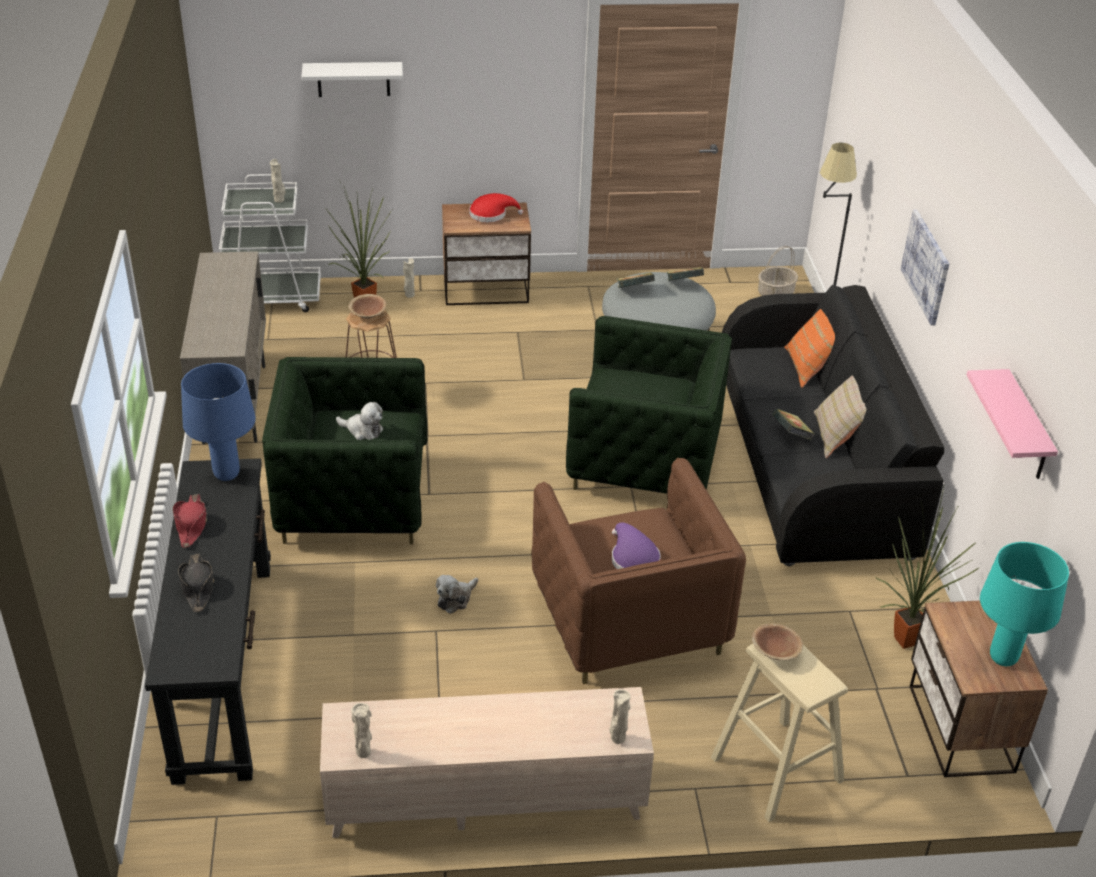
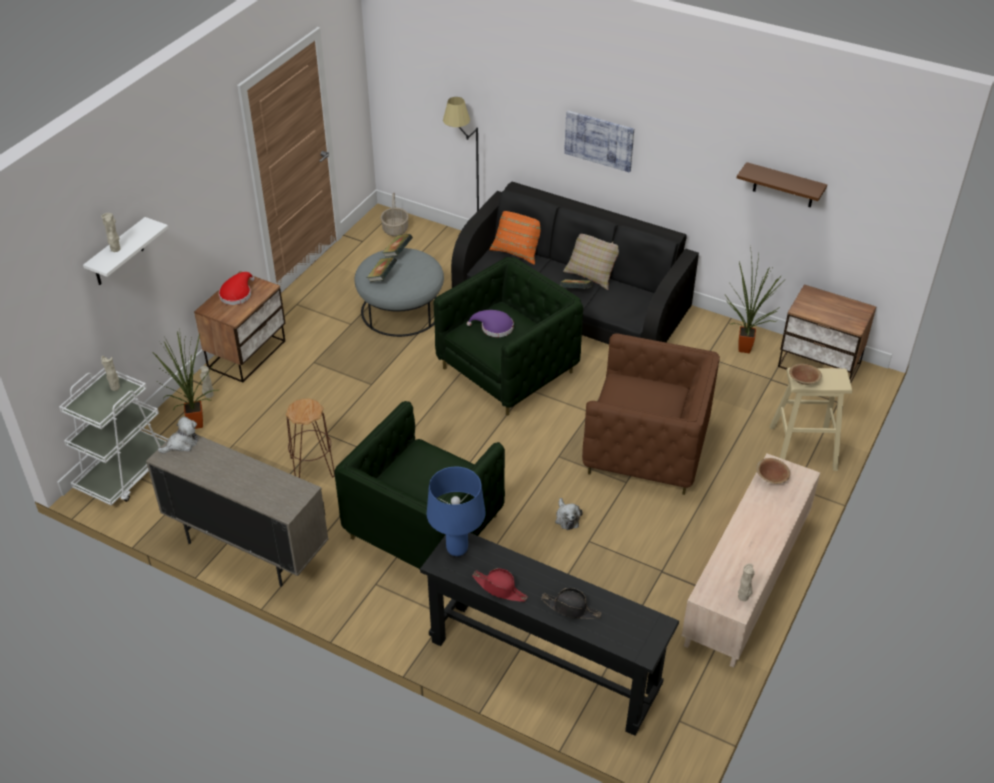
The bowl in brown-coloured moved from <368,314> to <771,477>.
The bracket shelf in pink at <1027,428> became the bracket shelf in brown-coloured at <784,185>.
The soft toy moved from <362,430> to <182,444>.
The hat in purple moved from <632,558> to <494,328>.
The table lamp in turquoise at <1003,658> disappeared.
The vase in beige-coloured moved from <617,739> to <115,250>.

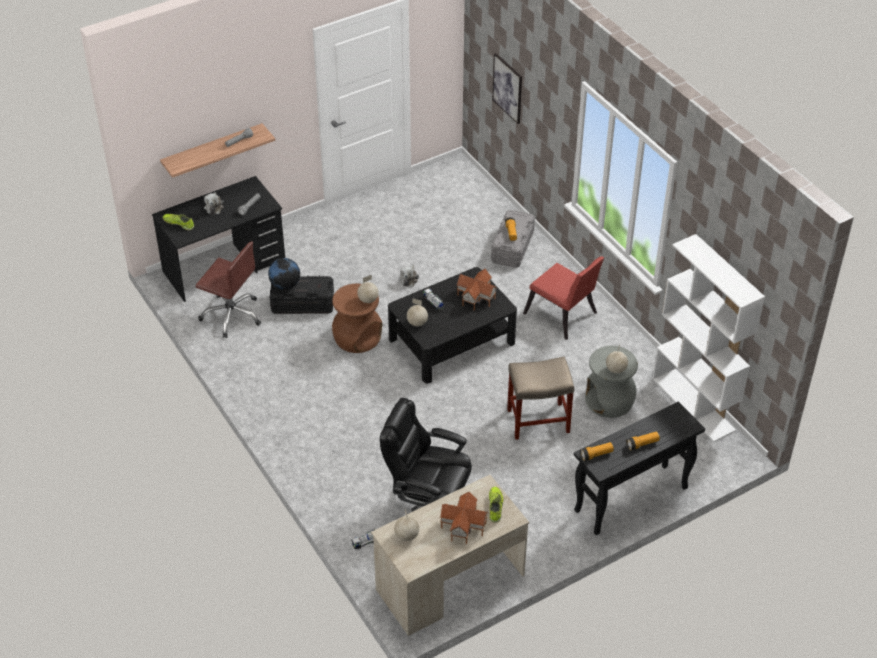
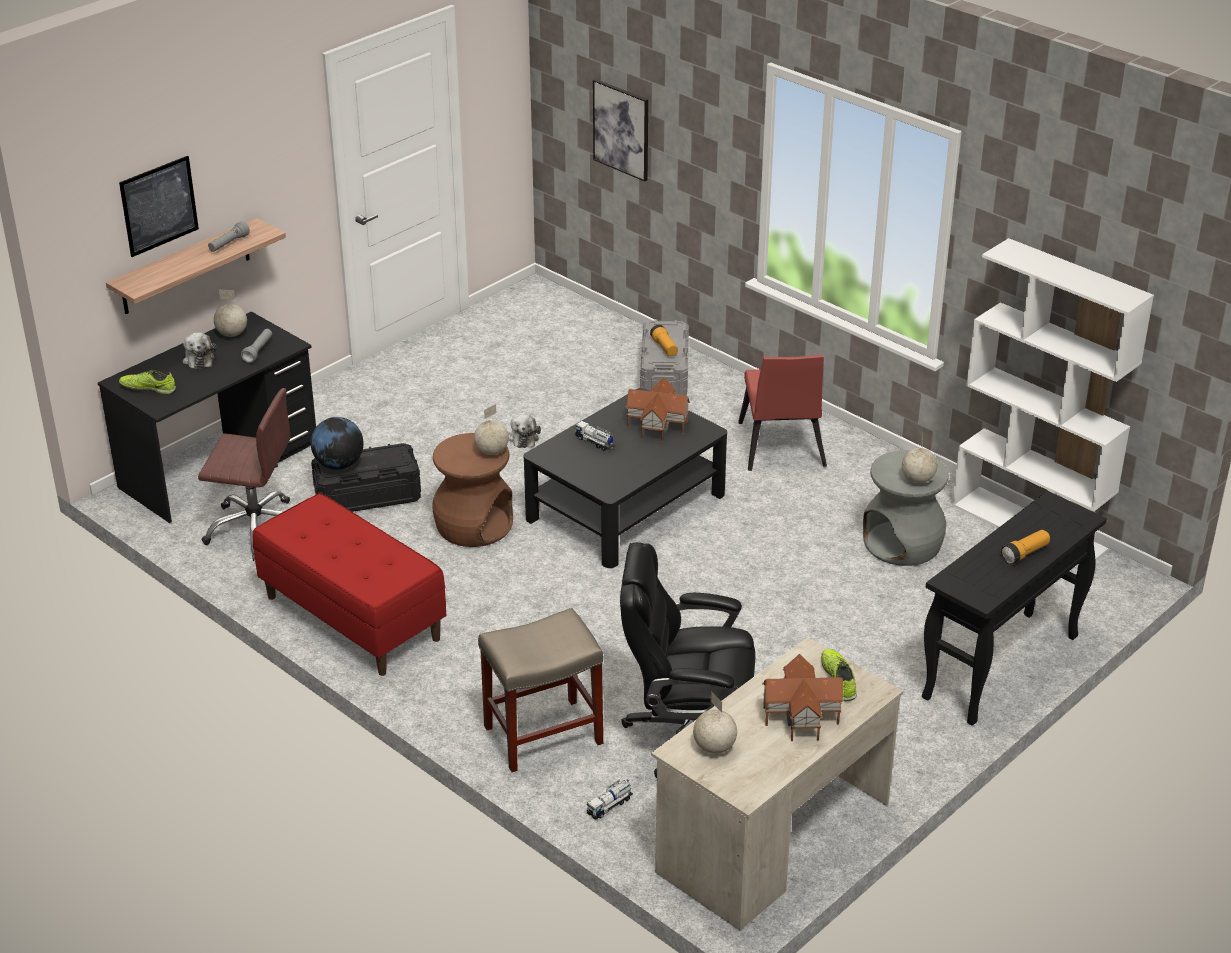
The plain chair in red-coloured at <563,316> turned 60 degrees clockwise.
The world globe moved from <417,323> to <232,334>.
The stool in beige-coloured moved from <537,421> to <541,736>.
The flashlight at <596,455> disappeared.
The picture at <159,206> appeared.
The long seat in red-coloured at <352,618> appeared.

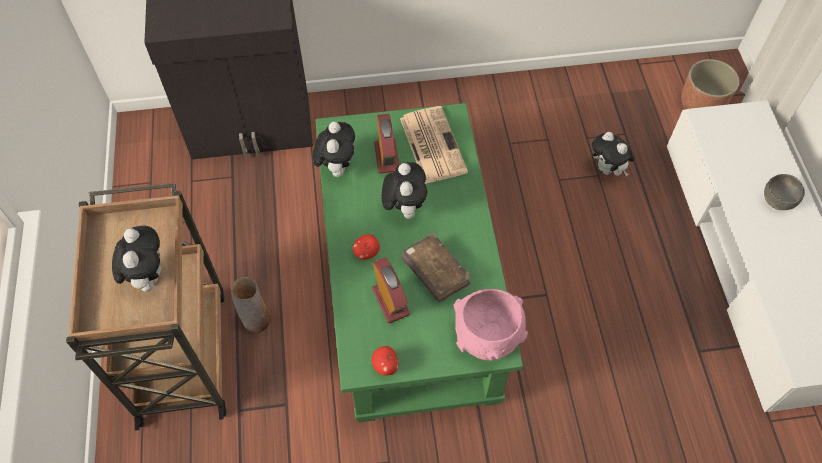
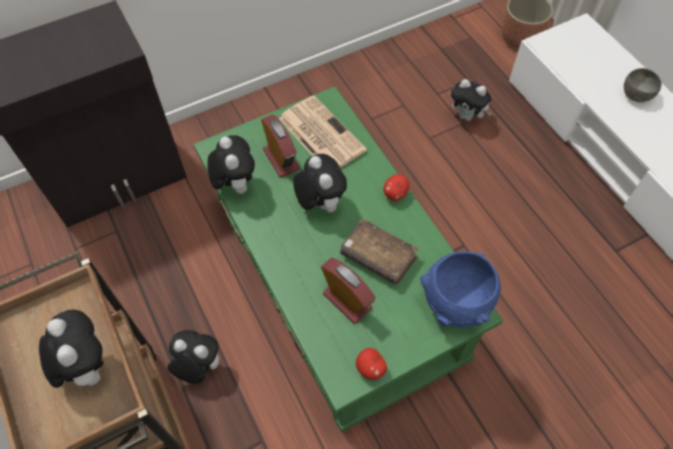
The apple moved from <366,253> to <395,194>.
The vase at <256,321> was replaced by the soft toy at <198,367>.
The bowl in pink at <487,337> became the bowl in blue-coloured at <456,304>.

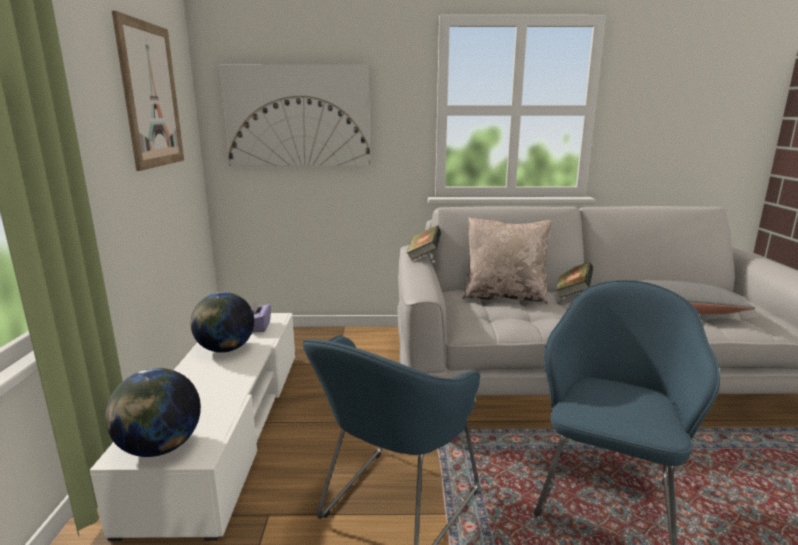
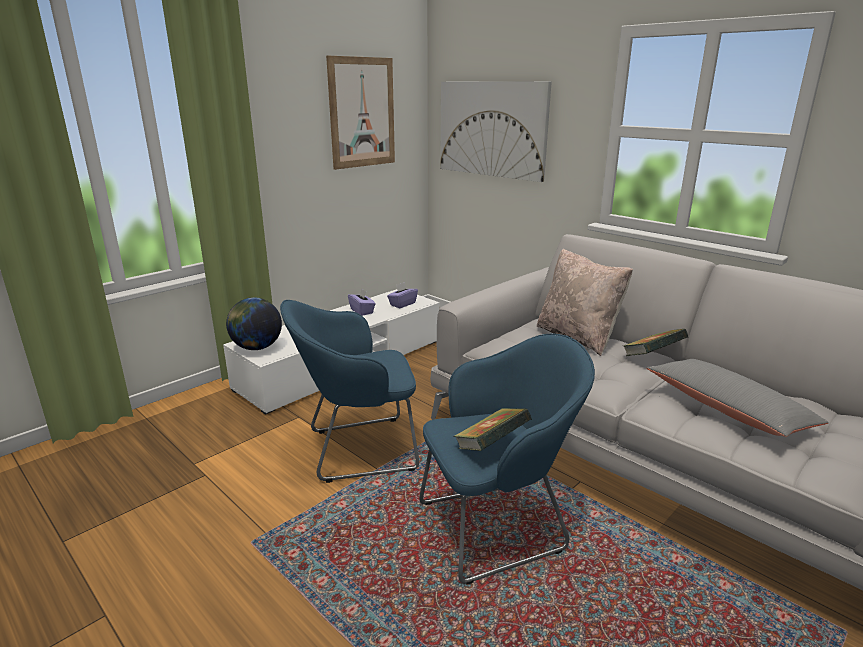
The volume moved from <424,256> to <491,447>.
The world globe at <225,349> was replaced by the tissue box in purple at <362,311>.

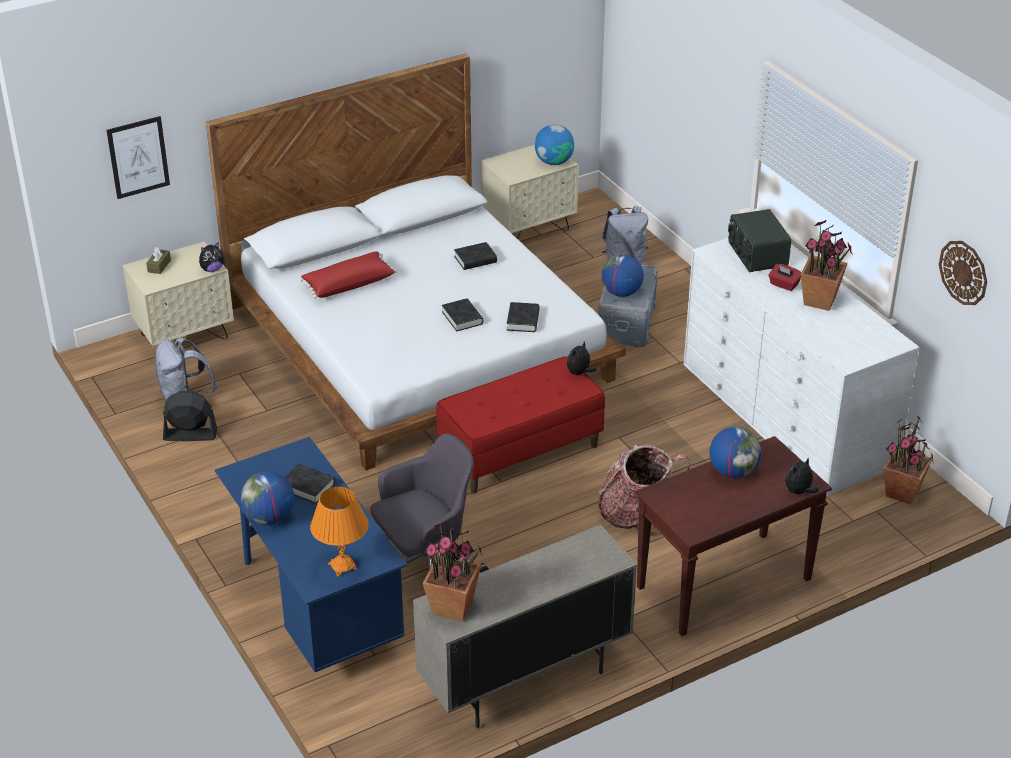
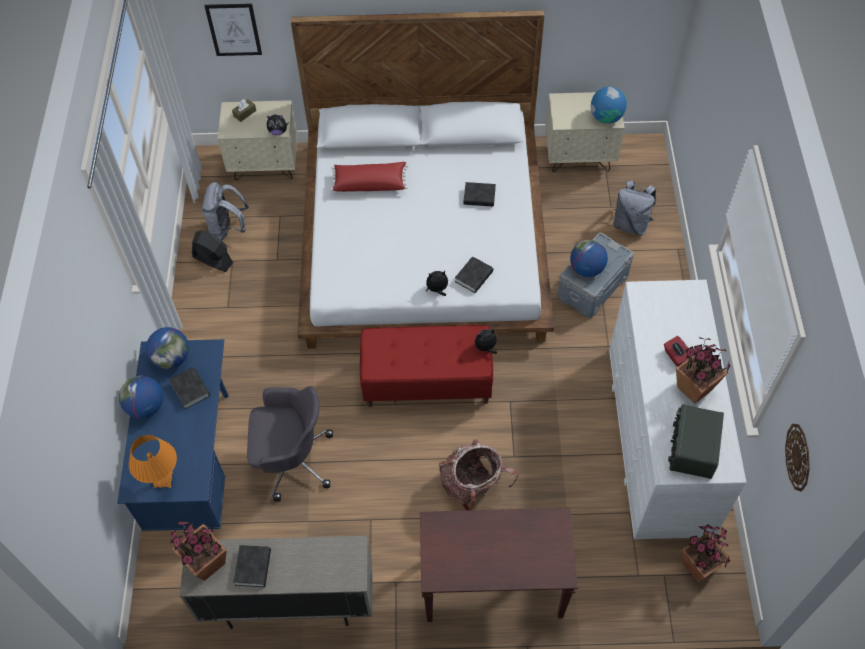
The radio moved from <756,254> to <691,448>.
The volume in black-coloured moved from <462,318> to <253,567>.
The world globe moved from <733,471> to <172,358>.
The soft toy moved from <799,492> to <437,289>.

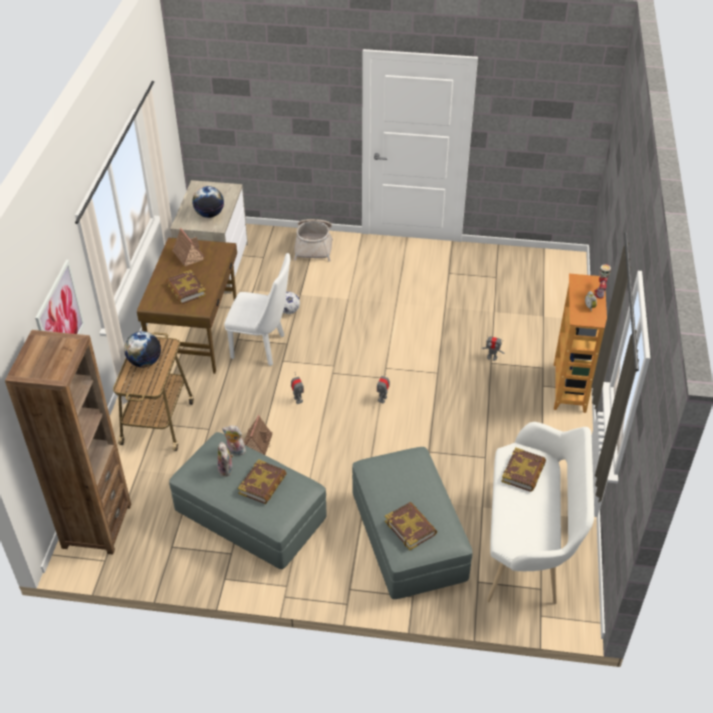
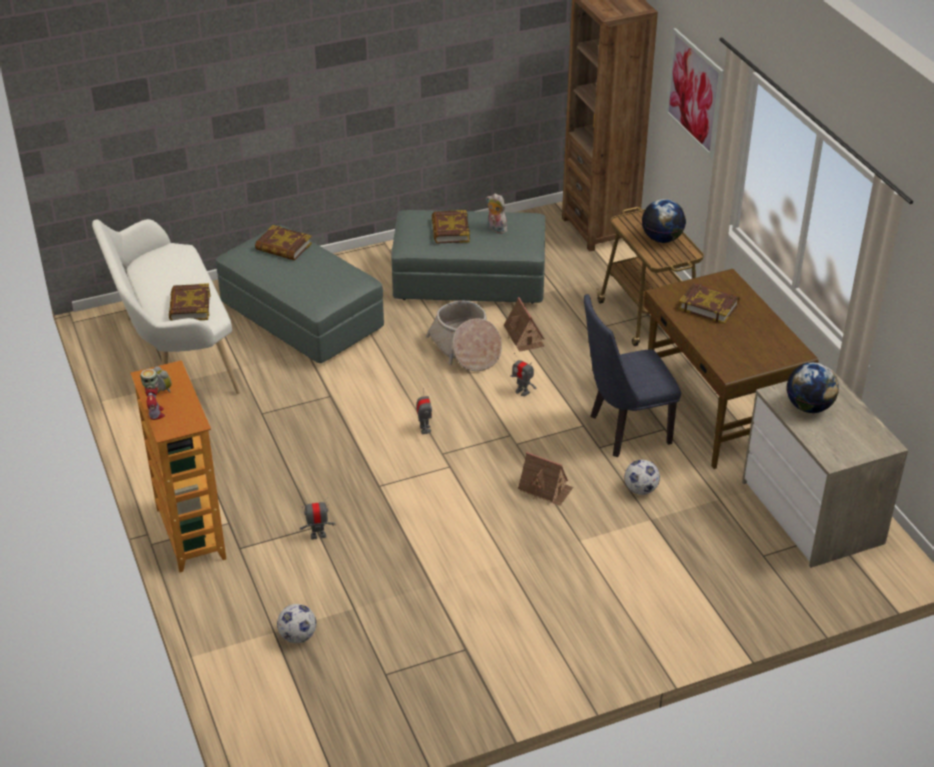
The basket moved from <314,245> to <465,349>.
The model house moved from <188,255> to <545,489>.
The plain chair in whitish at <263,347> became the plain chair in blue-coloured at <623,431>.
The soft toy at <235,451> disappeared.
The football ball at <297,636> appeared.

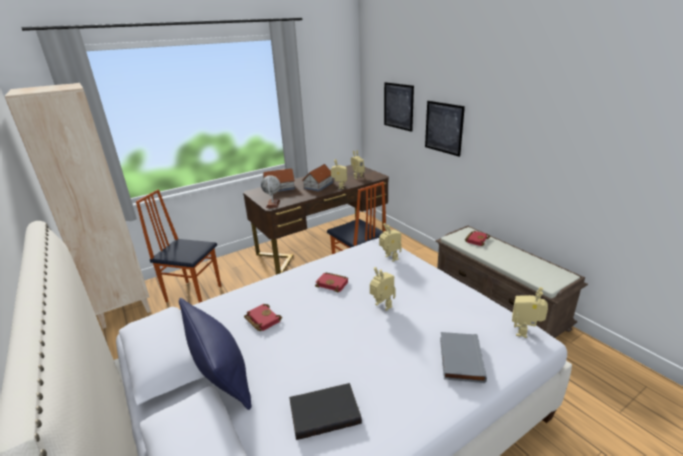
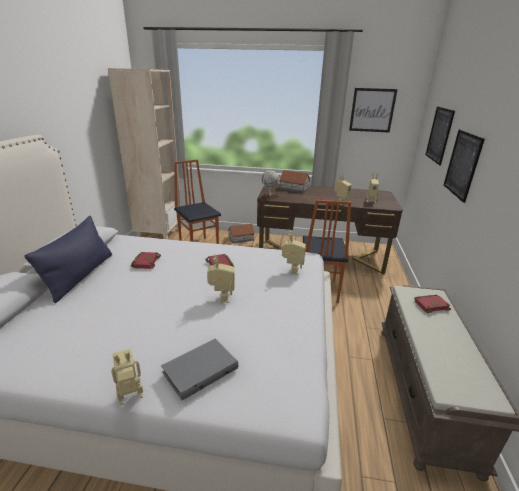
The model house moved from <318,185> to <240,238>.
The model robot moved from <525,332> to <131,399>.
The volume in black-coloured at <325,412> disappeared.
The picture at <372,110> appeared.

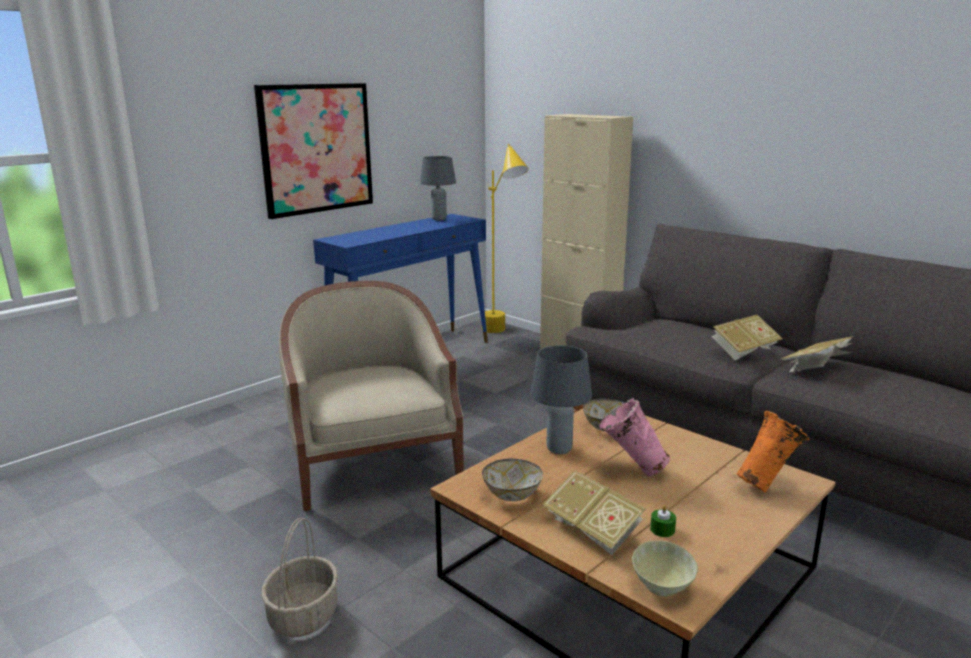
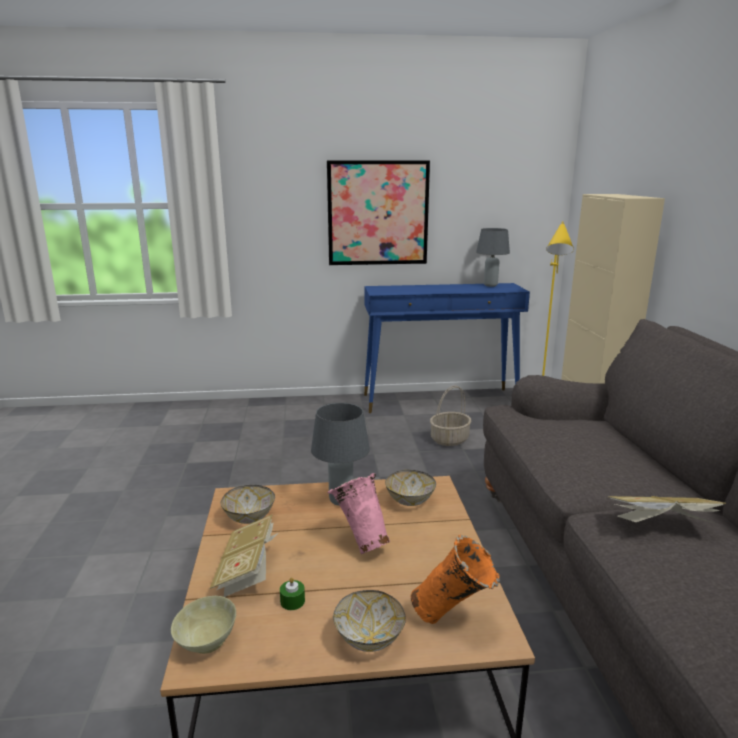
The easy chair in beige-coloured at <373,464> disappeared.
The volume at <744,351> disappeared.
The basket moved from <303,615> to <449,439>.
The bowl at <369,639> appeared.

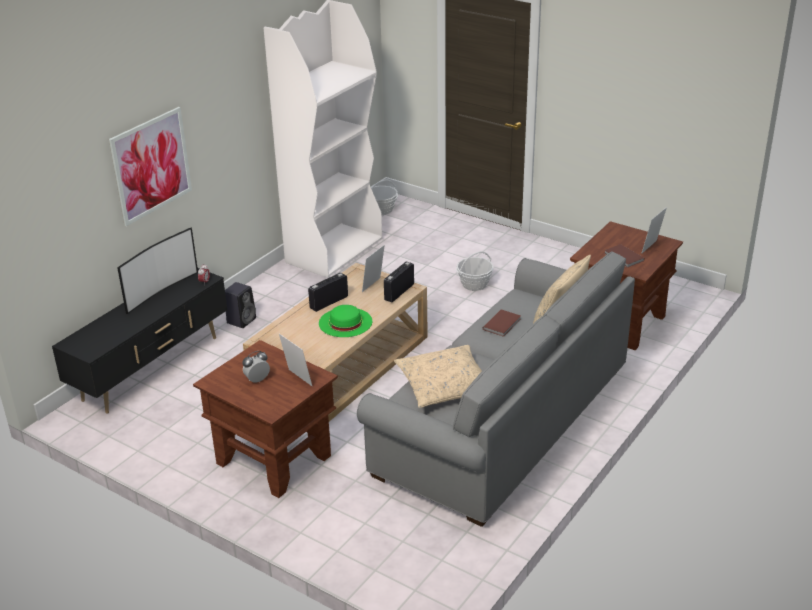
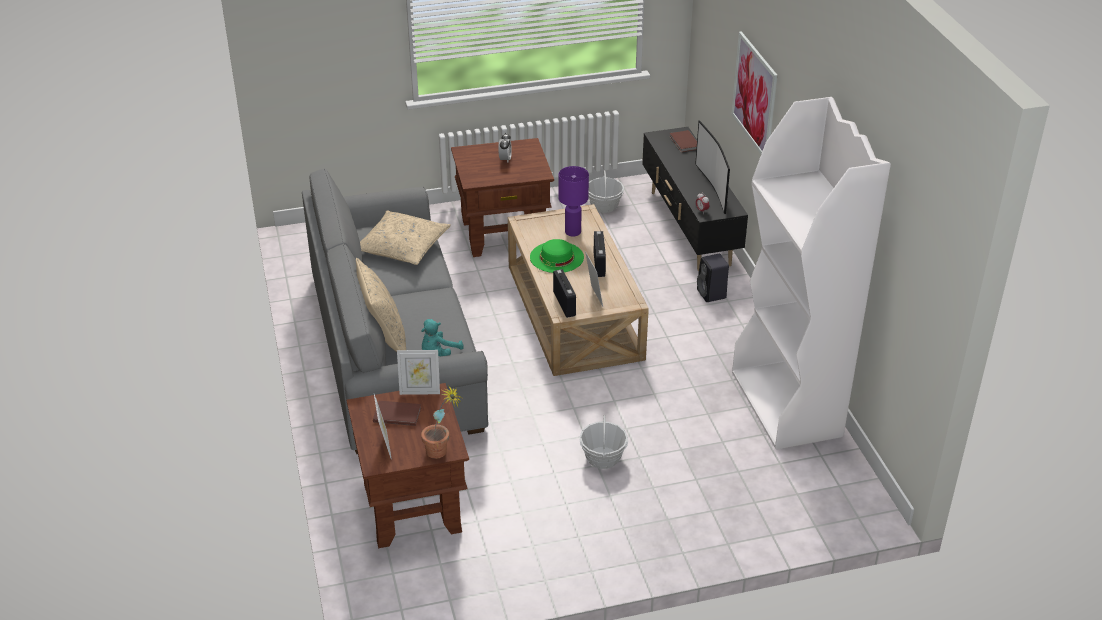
The basket moved from <381,209> to <604,206>.
The volume in brown-coloured moved from <503,324> to <684,143>.
The standing frame moved from <297,379> to <420,391>.
The table lamp in purple at <572,232> appeared.
The soft toy in turquoise at <438,354> appeared.
The potted plant at <442,453> appeared.

